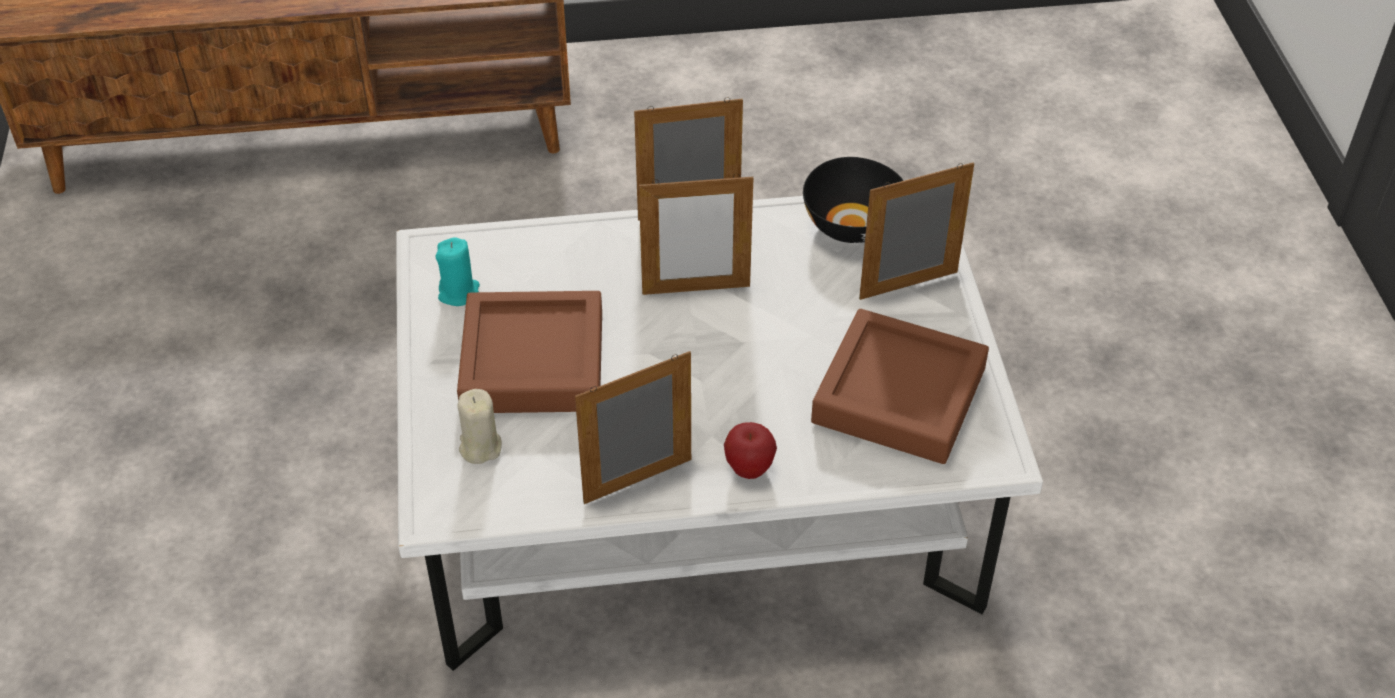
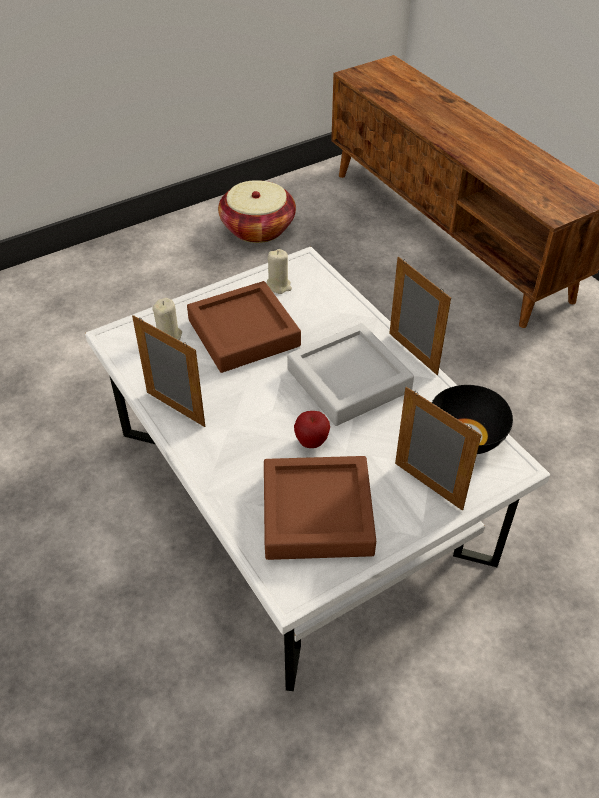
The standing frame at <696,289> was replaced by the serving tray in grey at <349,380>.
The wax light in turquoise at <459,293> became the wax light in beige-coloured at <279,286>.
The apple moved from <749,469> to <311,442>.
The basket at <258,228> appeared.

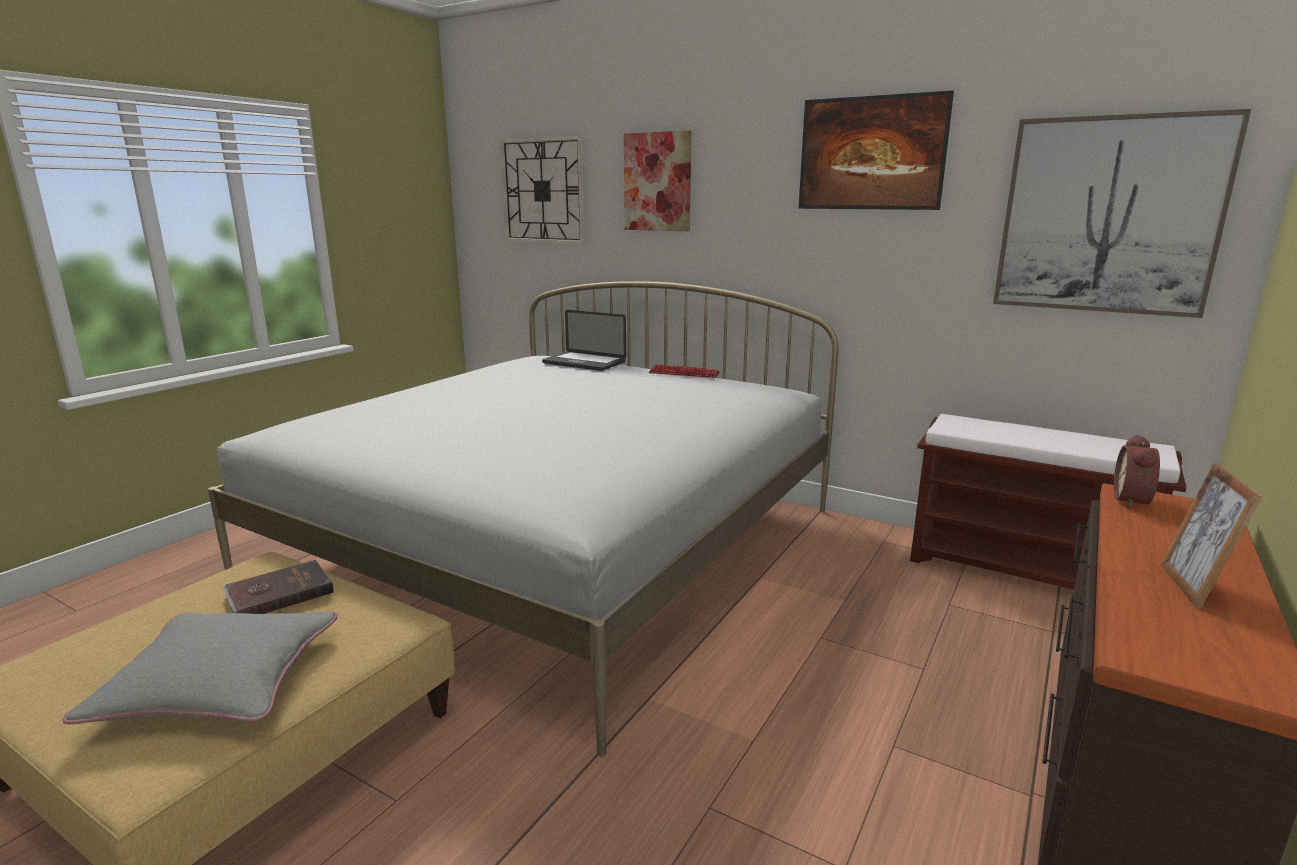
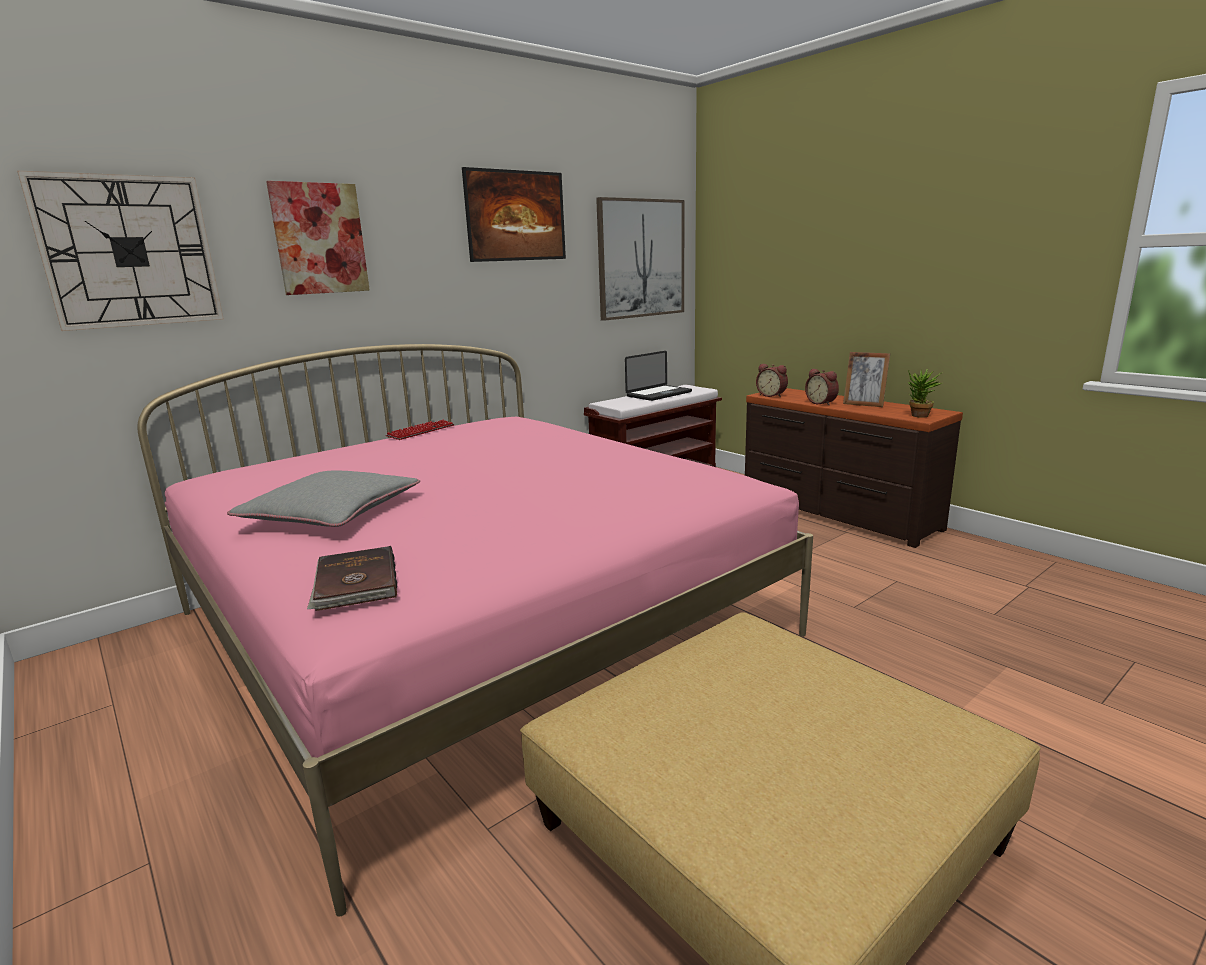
The sleeping bed in whitish at <558,544> became the sleeping bed in pink at <476,623>.
The notebook computer moved from <584,363> to <659,394>.
The volume in brown-coloured moved from <279,593> to <354,583>.
The cushion in grey moved from <219,680> to <331,512>.
The alarm clock at <822,403> appeared.
The potted plant at <919,416> appeared.

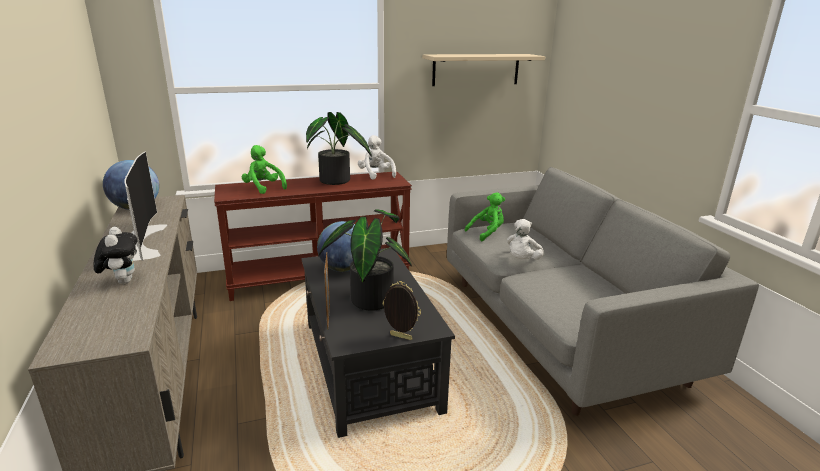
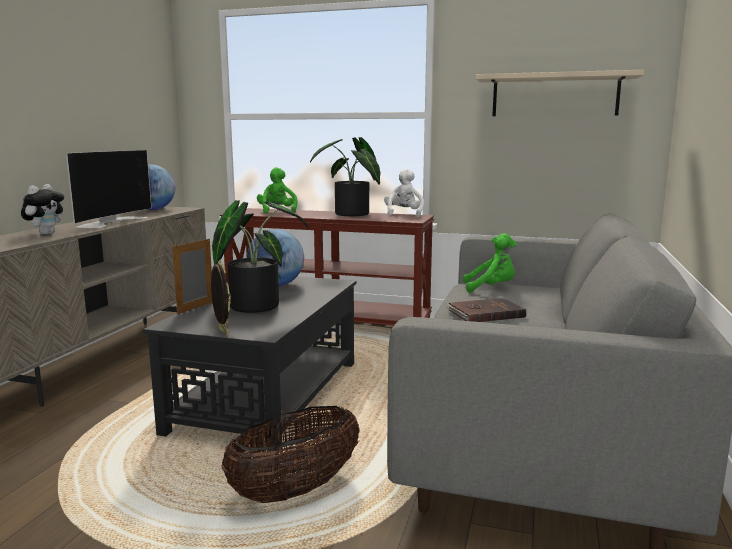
The soft toy in whitish at <522,260> was replaced by the volume in brown-coloured at <485,313>.
The basket at <295,490> appeared.

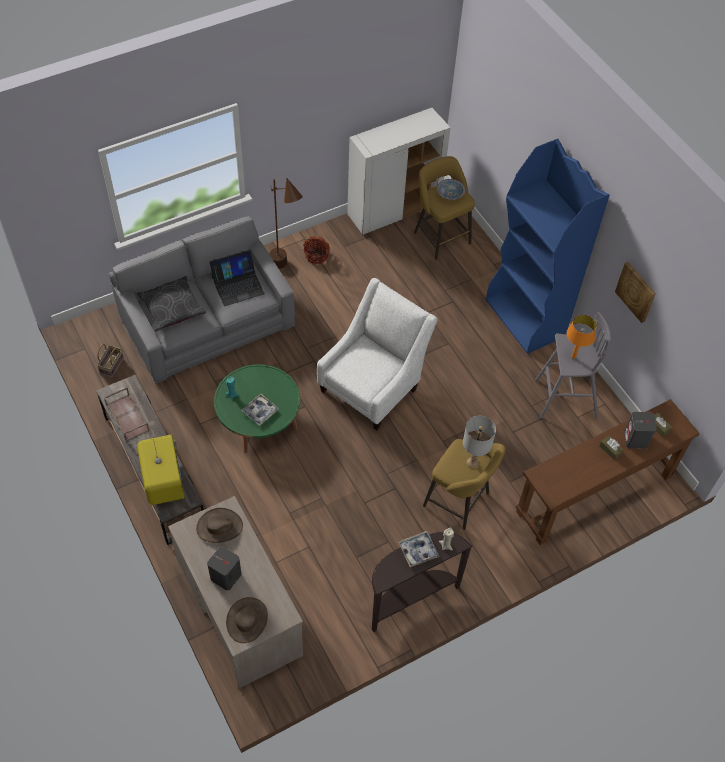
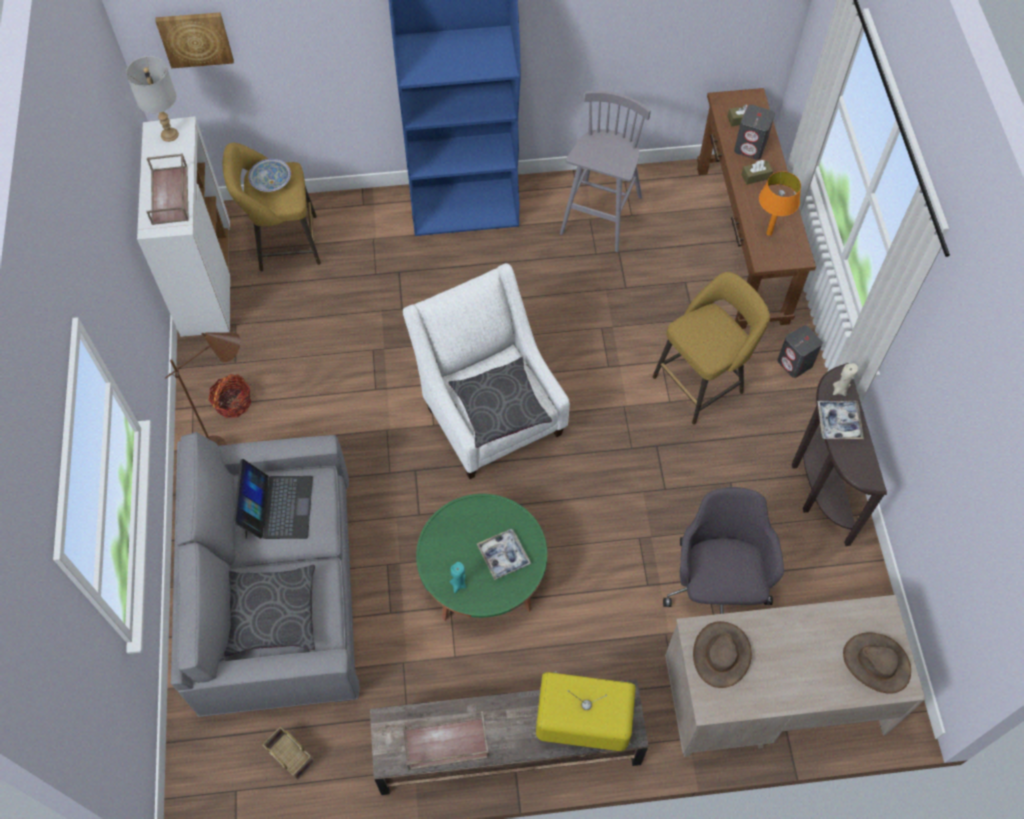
The picture moved from <636,291> to <195,38>.
The table lamp in orange moved from <573,357> to <769,233>.
The table lamp in grey moved from <472,463> to <169,135>.
The audio speaker in grey moved from <225,576> to <795,363>.
The serving tray in brown-coloured at <170,195> appeared.
The cushion in grey at <499,407> appeared.
The computer chair in grey at <716,586> appeared.

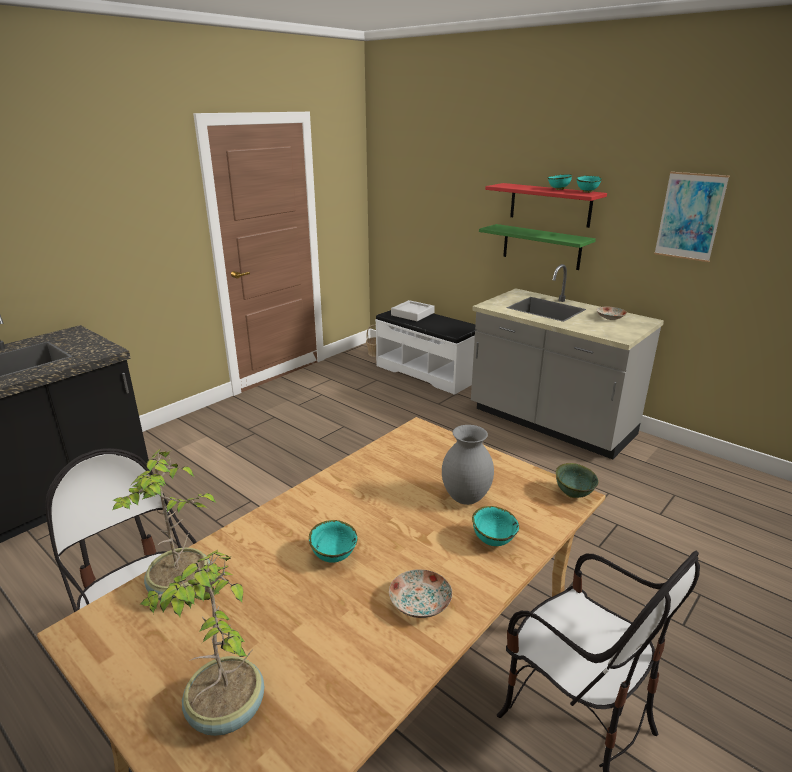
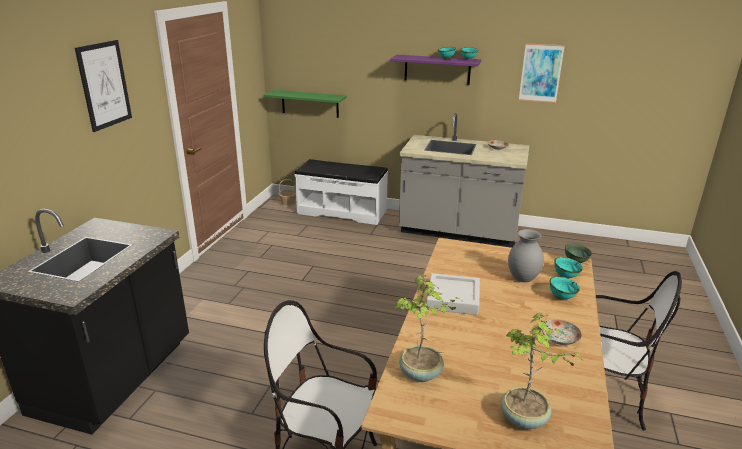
The bracket shelf in red-coloured at <550,205> became the bracket shelf in purple at <437,69>.
The bracket shelf in green-coloured moved from <541,247> to <310,103>.
The serving tray in grey moved from <412,314> to <453,298>.
The bowl in turquoise moved from <334,556> to <565,276>.
The picture at <104,85> appeared.

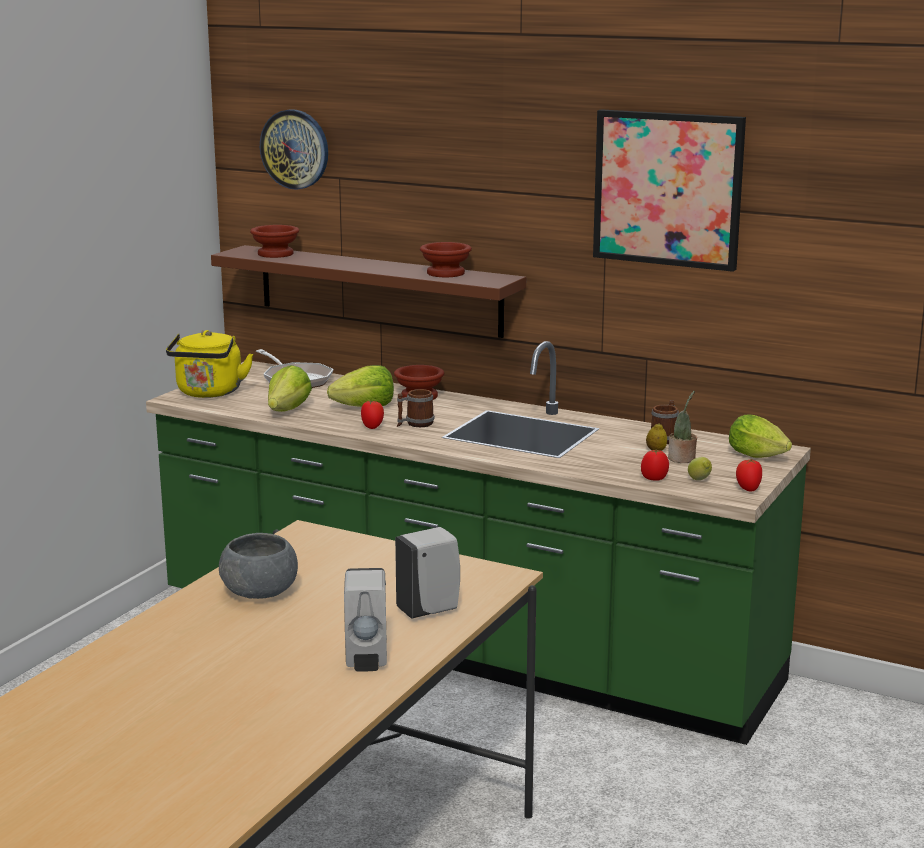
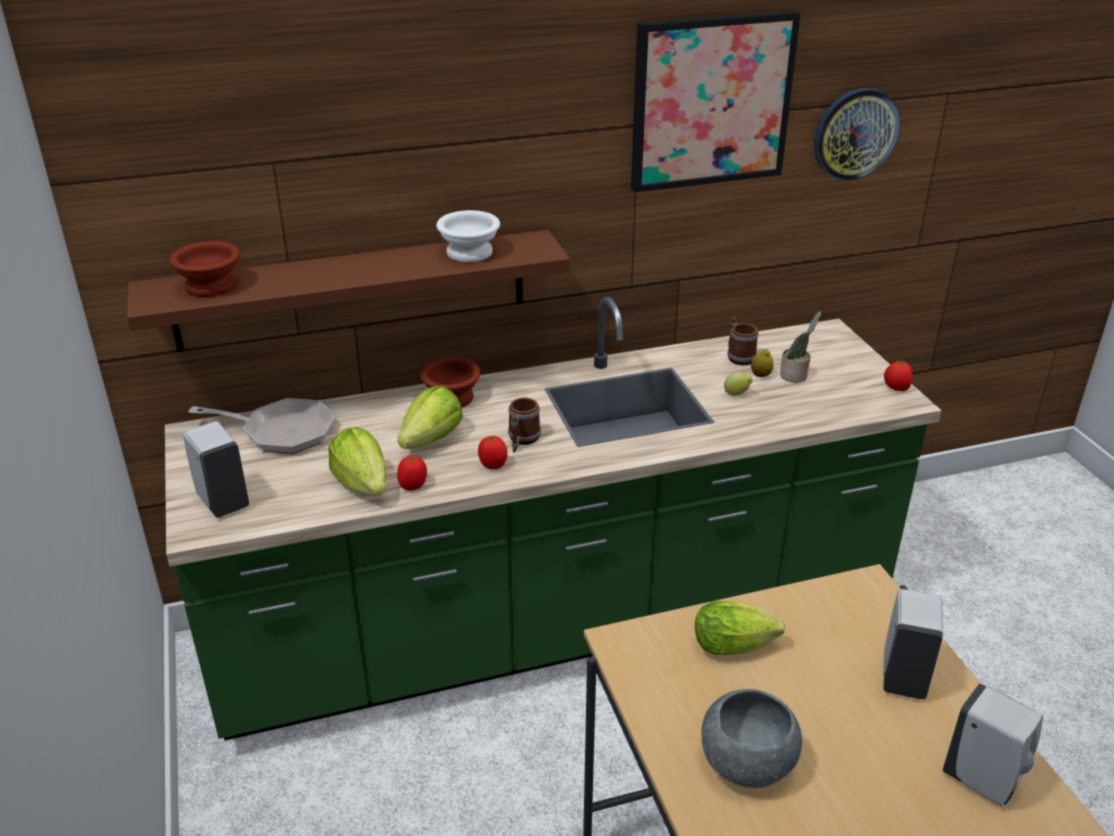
The wall clock moved from <295,149> to <855,134>.
The bowl in brown-coloured at <447,273> became the bowl in whitish at <471,252>.
The tea kettle in yellowish at <209,393> was replaced by the liquid soap bottle in whitish at <222,501>.
The lettuce head moved from <760,457> to <737,646>.
The whole tomato moved from <654,479> to <413,486>.
The citrus fruit moved from <700,480> to <737,394>.

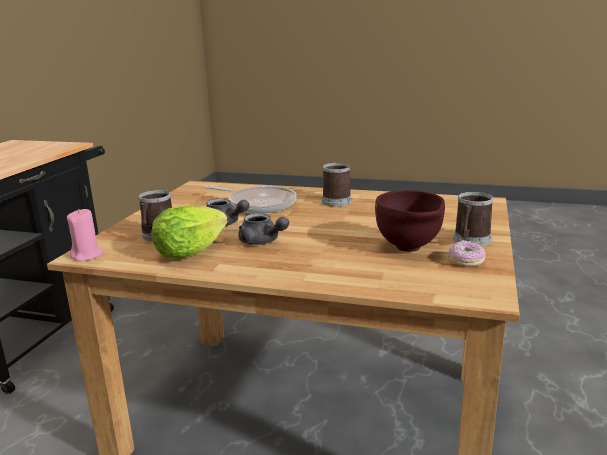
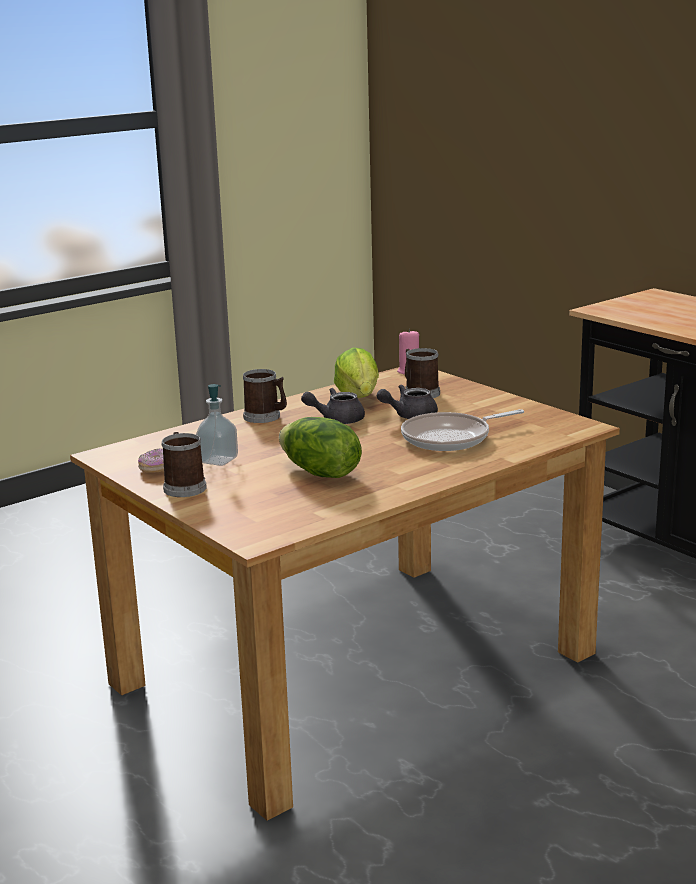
The tea mug moved from <335,200> to <265,417>.
The bowl in brown-coloured at <409,249> was replaced by the liquid soap bottle at <218,460>.
The lettuce head at <319,473> appeared.

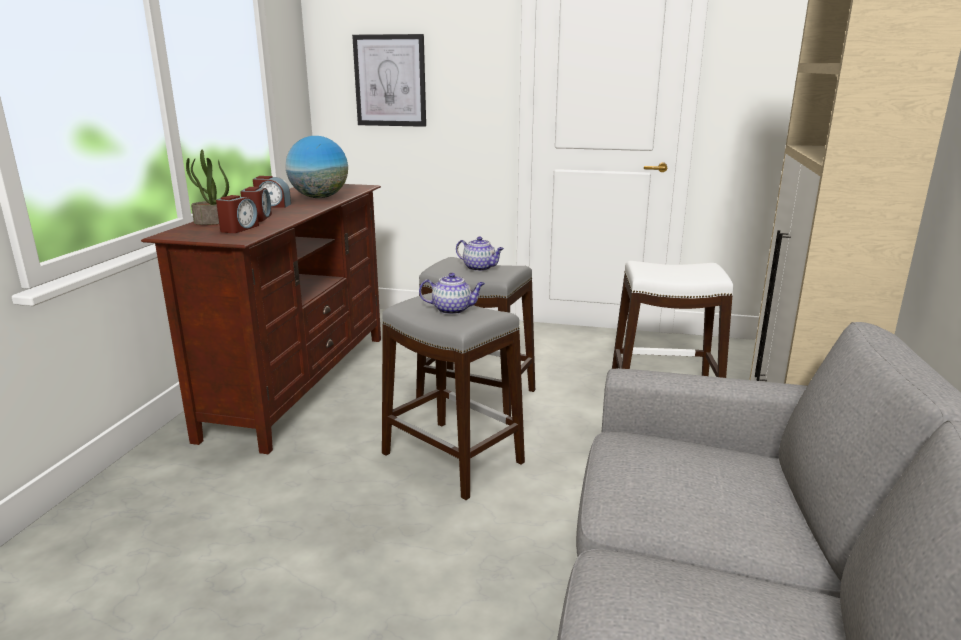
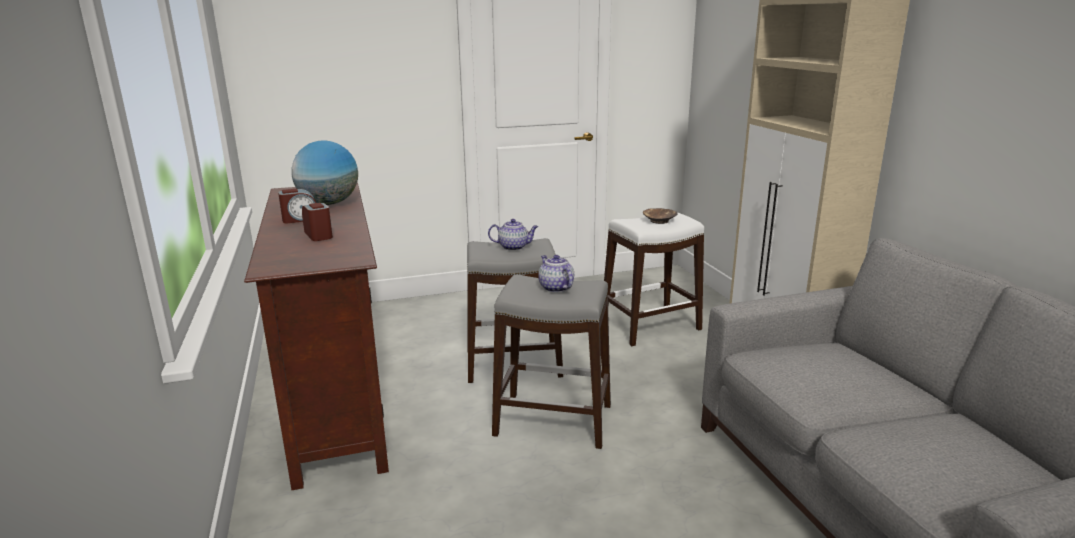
The picture at <390,81> disappeared.
The potted plant at <214,222> disappeared.
The alarm clock at <239,229> disappeared.
The pot for tea at <453,310> turned 90 degrees counterclockwise.
The bowl in brown-coloured at <659,221> appeared.

